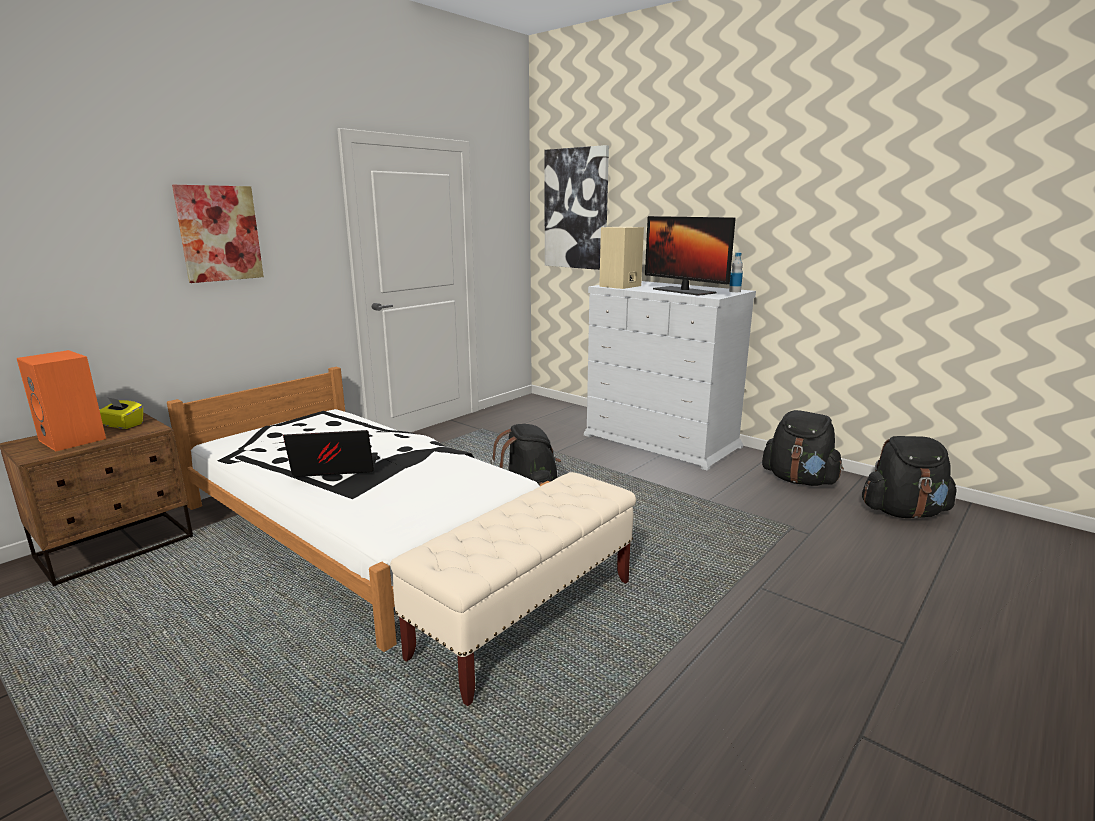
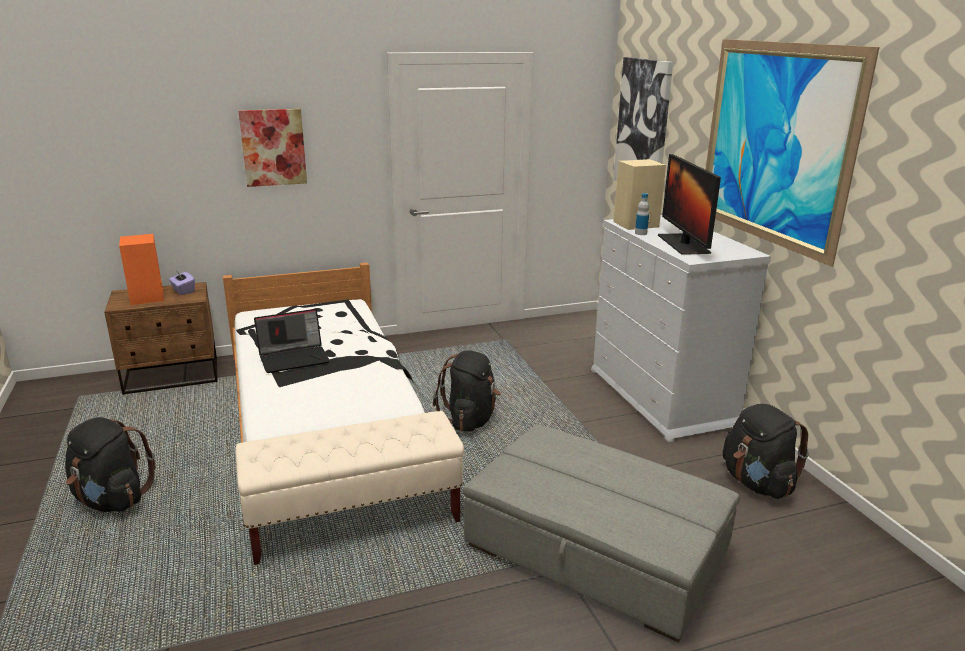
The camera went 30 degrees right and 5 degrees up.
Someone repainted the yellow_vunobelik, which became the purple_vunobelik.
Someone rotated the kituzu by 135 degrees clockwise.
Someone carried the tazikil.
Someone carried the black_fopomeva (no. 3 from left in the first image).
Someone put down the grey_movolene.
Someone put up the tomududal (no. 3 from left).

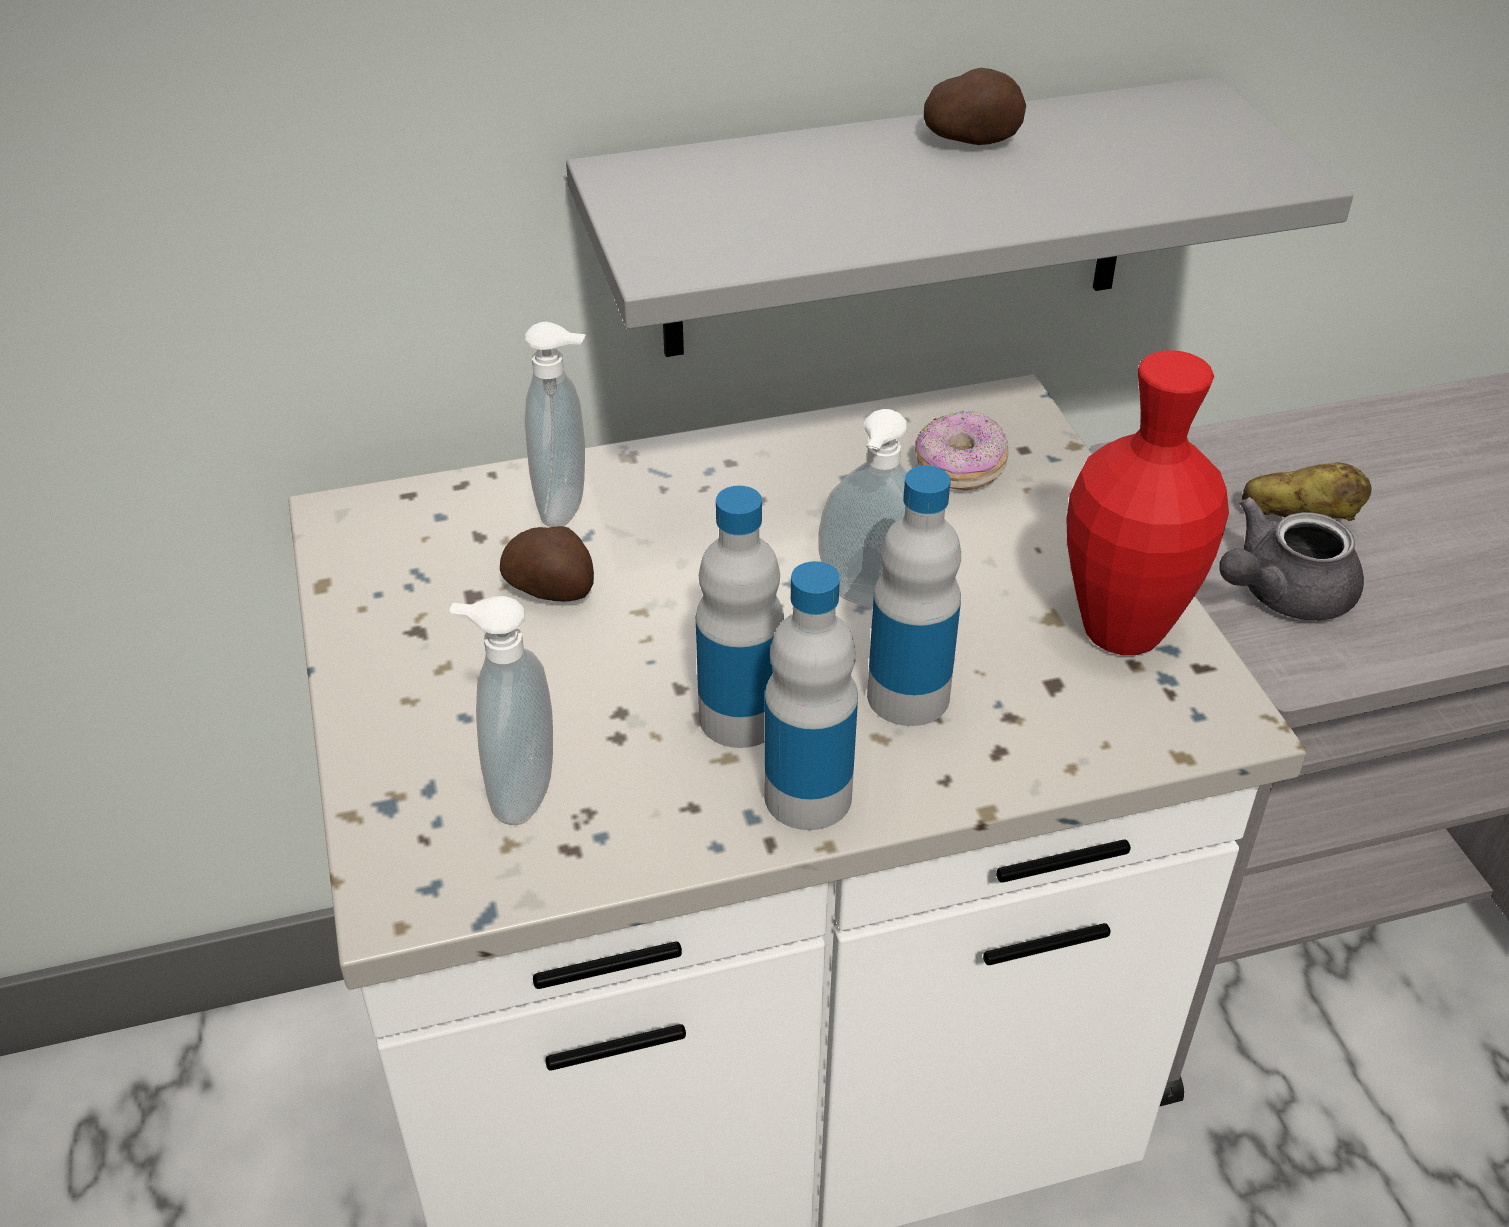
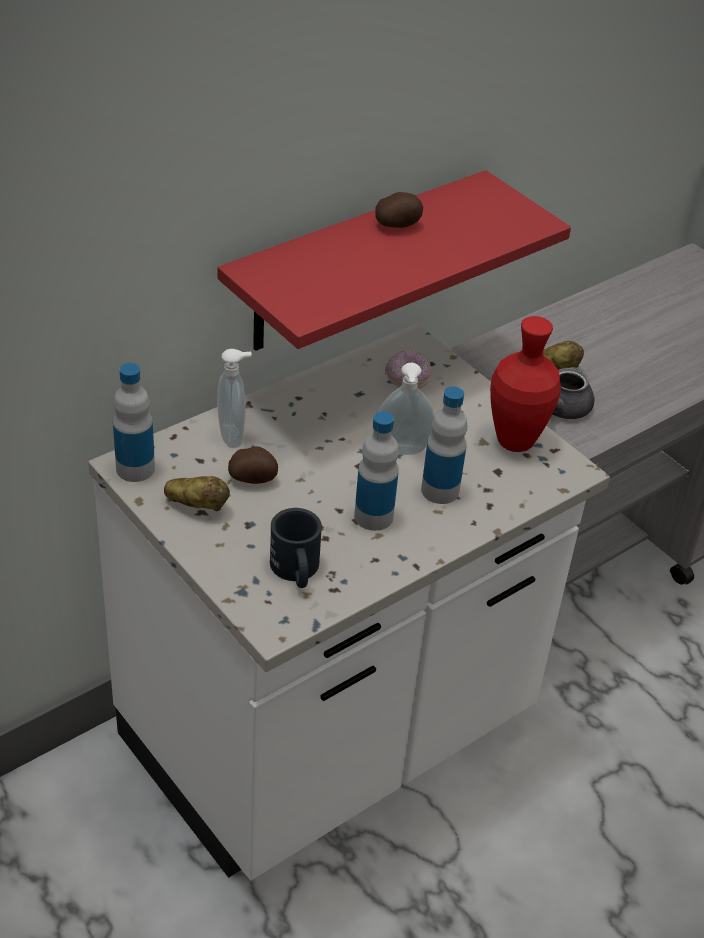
The camera went 25 degrees left and 0 degrees up.
Someone swapped the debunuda (no. 1 from left) for the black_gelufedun.
Someone repainted the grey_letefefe, which became the red_letefefe.
Someone carried the tazikil (no. 2 from left in the first image).
Someone put down the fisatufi (no. 1 from left).

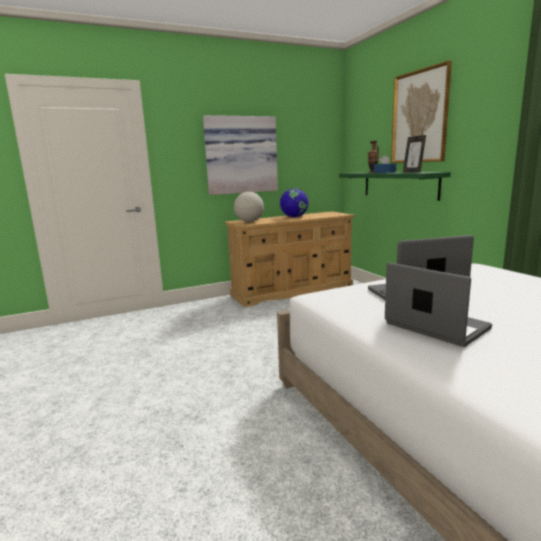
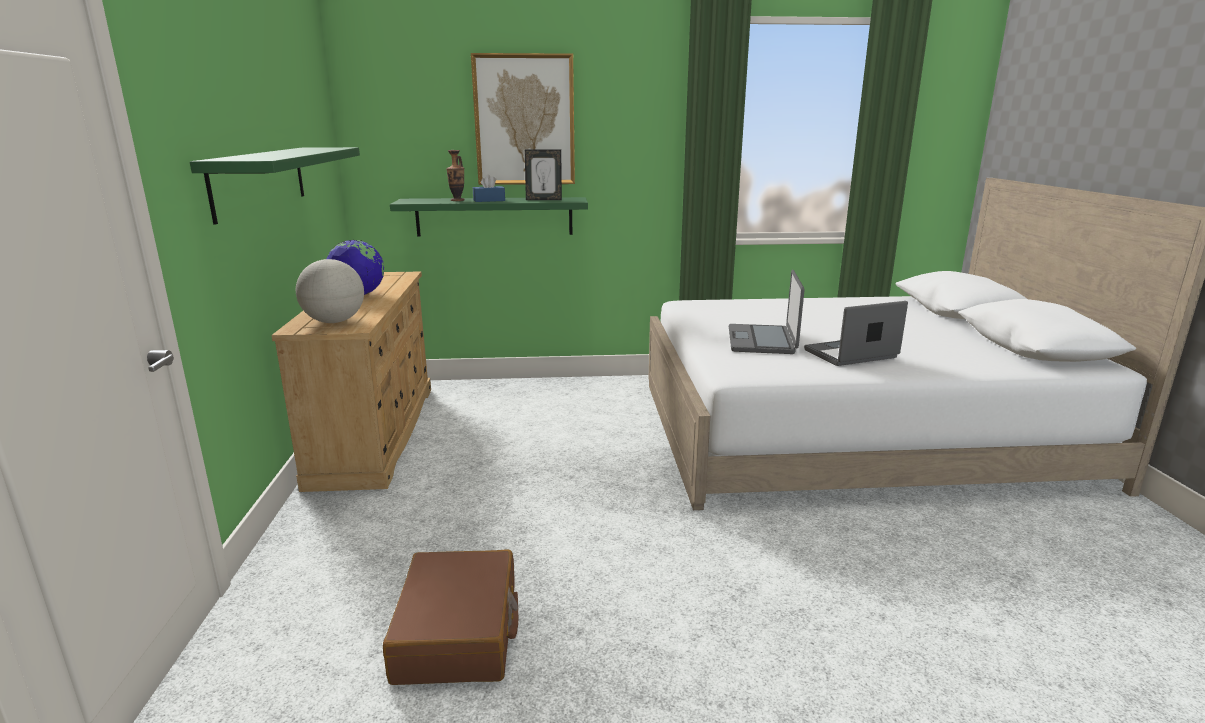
The camera went 70 degrees left and 5 degrees up.
Someone swapped the tomududal (no. 1 from left) for the green_letefefe (no. 1 from left).
Someone put down the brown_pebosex.

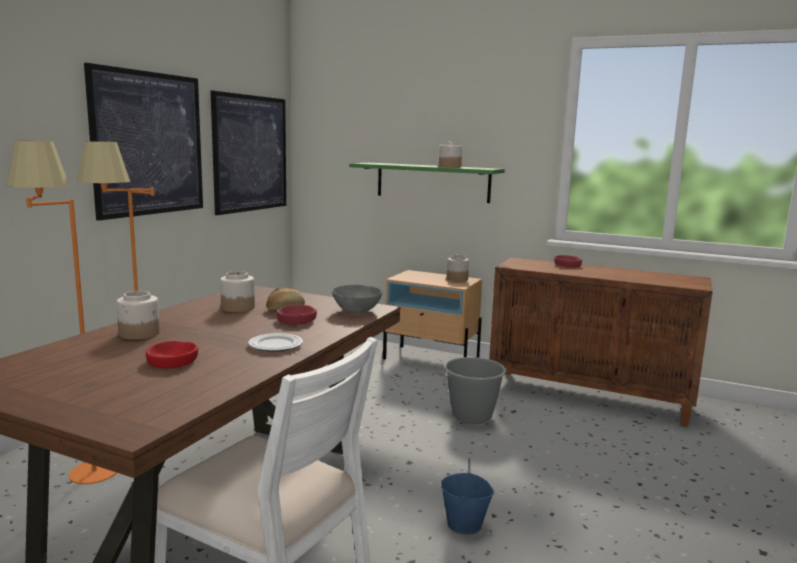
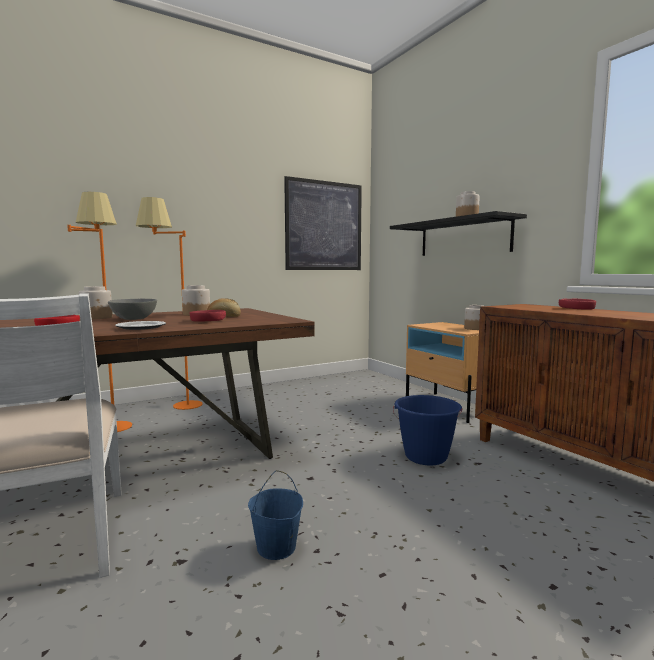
The camera went 35 degrees right and 5 degrees down.
Someone took away the tomududal (no. 1 from left).
Someone carried the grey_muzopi.
Someone repainted the green_letefefe, which became the black_letefefe.
Someone repainted the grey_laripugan, which became the blue_laripugan (no. 2 from left).

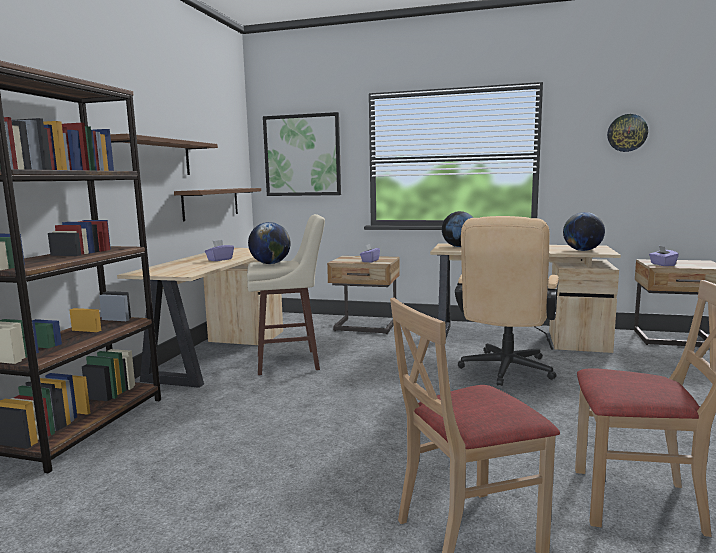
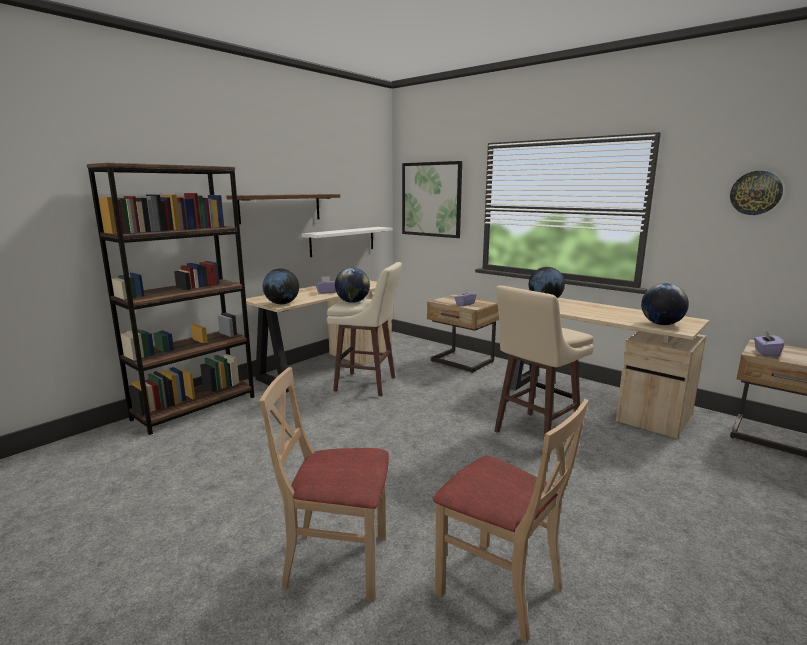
The camera went 25 degrees right and 5 degrees up.
Someone repainted the brown_letefefe (no. 2 from left), which became the white_letefefe.
Someone swapped the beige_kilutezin for the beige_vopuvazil (no. 2 from left).
Someone put down the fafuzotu (no. 1 from left).

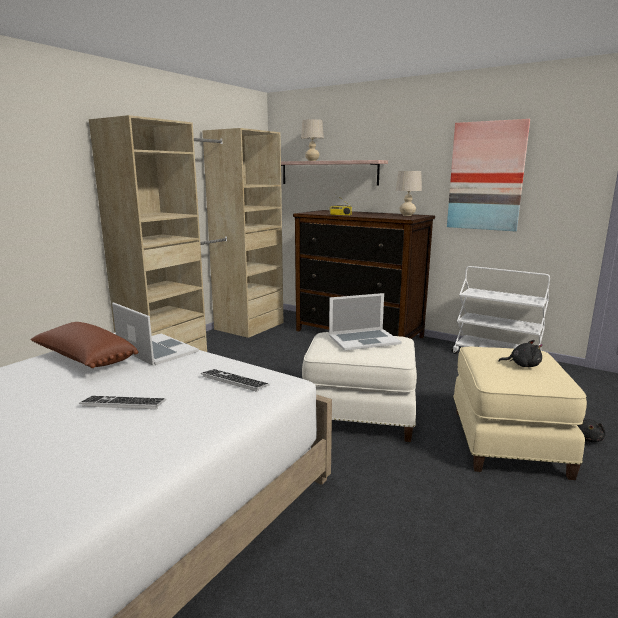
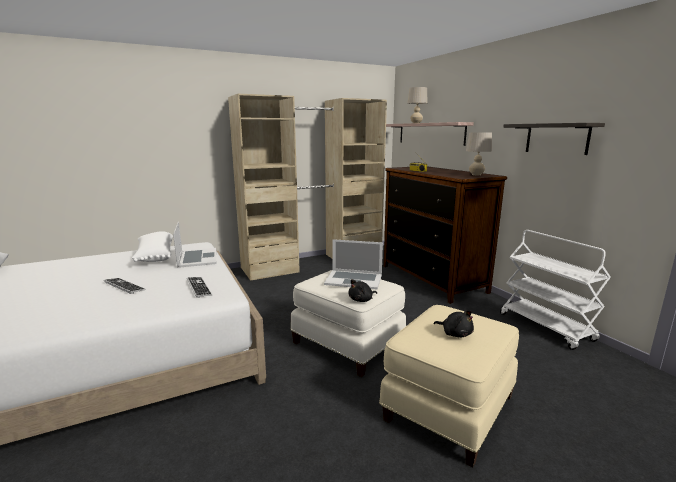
The camera went 30 degrees right and 0 degrees up.
Someone repainted the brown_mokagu, which became the white_mokagu.
Someone swapped the tomududal for the letefefe (no. 2 from left).
Someone carried the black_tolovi (no. 2 from left in the first image).

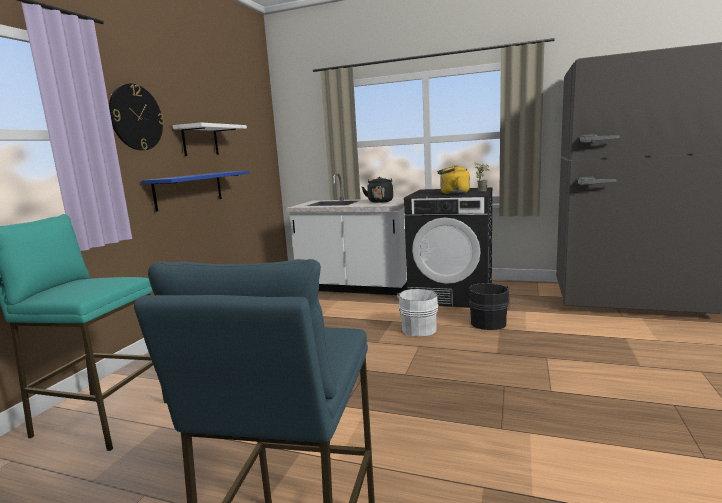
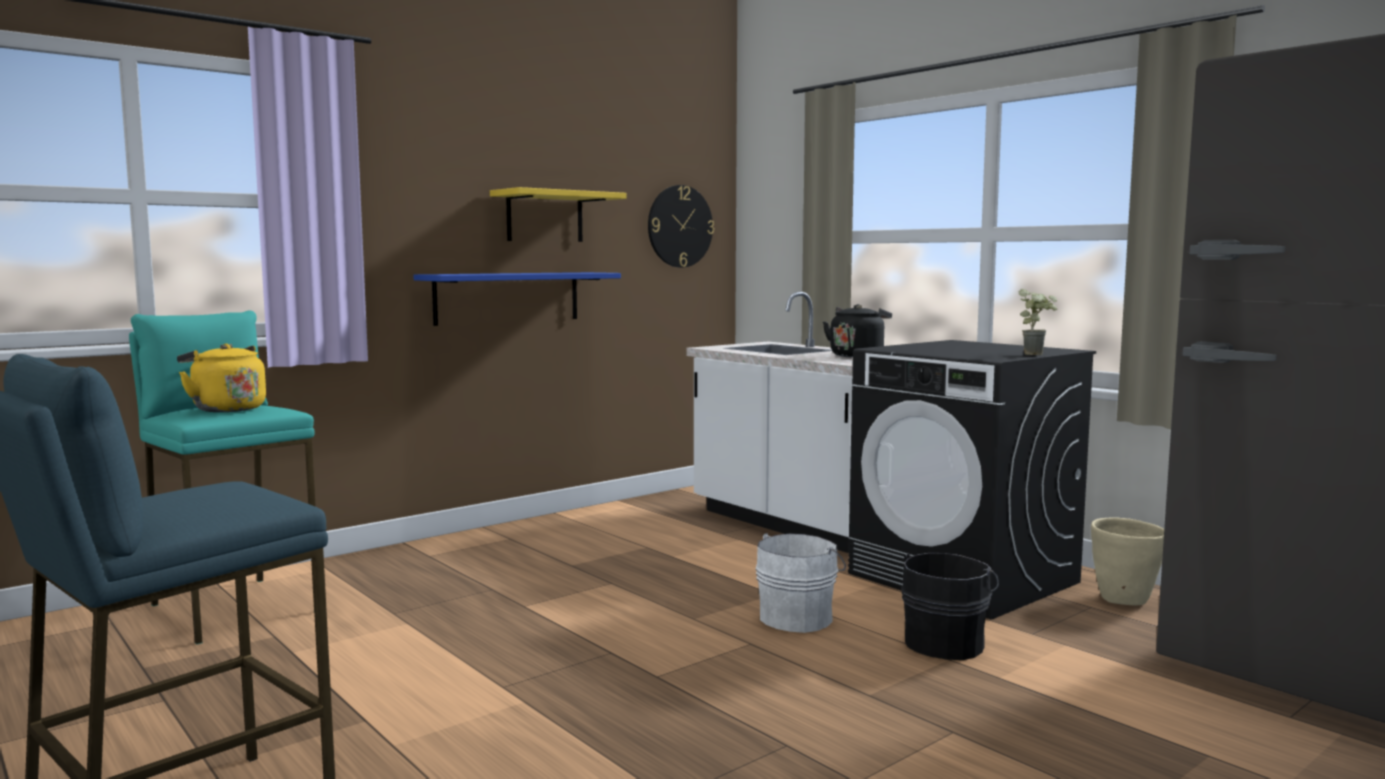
The camera went 30 degrees right and 5 degrees down.
Someone carried the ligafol.
Someone repainted the white_letefefe, which became the yellow_letefefe.
Someone carried the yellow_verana.
Someone put down the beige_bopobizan.

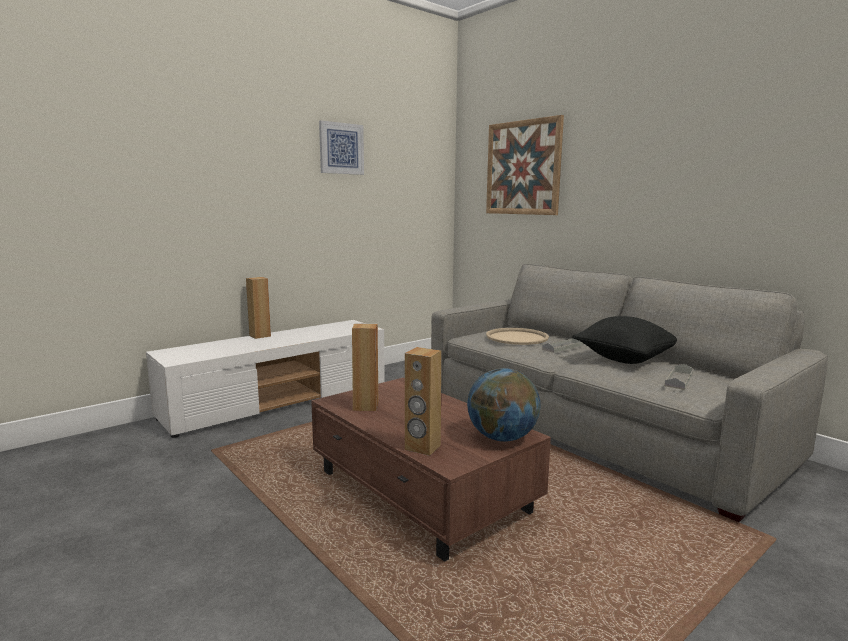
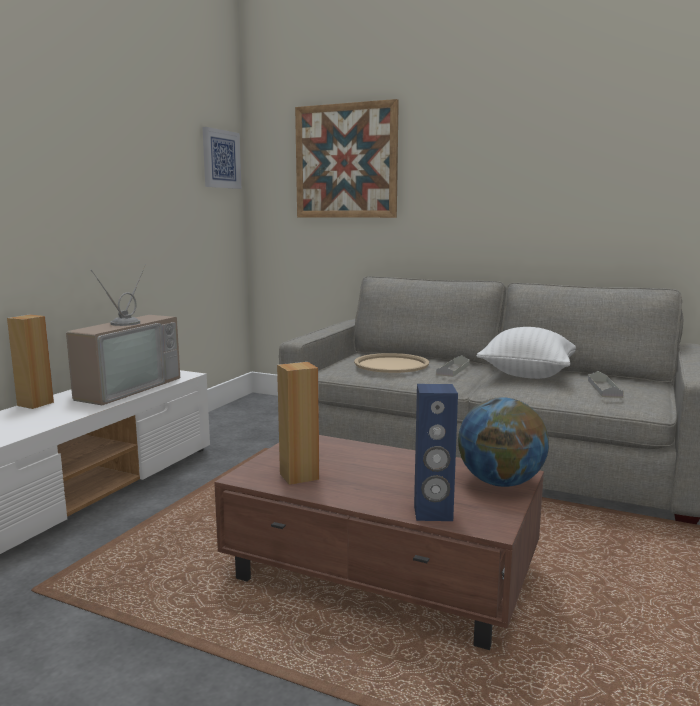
The camera went 25 degrees left and 0 degrees up.
Someone carried the tomududal (no. 1 from left).
Someone repainted the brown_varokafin (no. 3 from left), which became the blue_varokafin.
Someone repainted the black_mokagu, which became the white_mokagu.
Someone put down the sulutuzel.

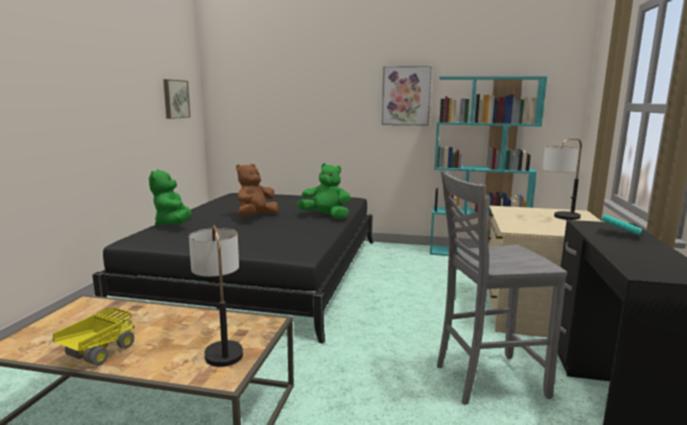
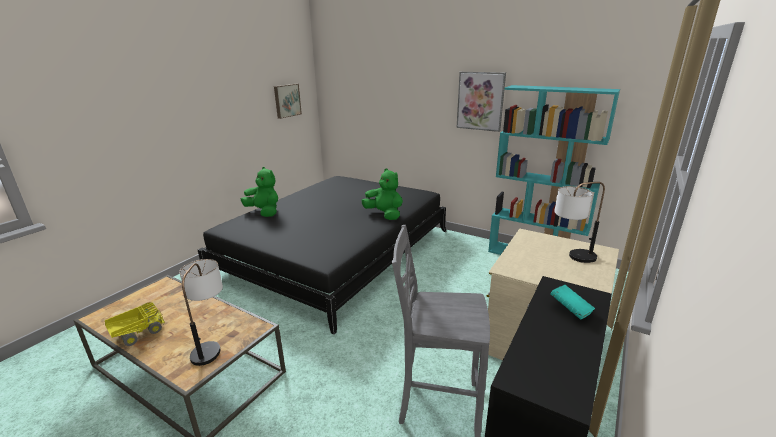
The camera went 20 degrees right and 10 degrees up.
Someone rotated the green_tolovi (no. 1 from left) by 120 degrees clockwise.
Someone took away the brown_tolovi.

